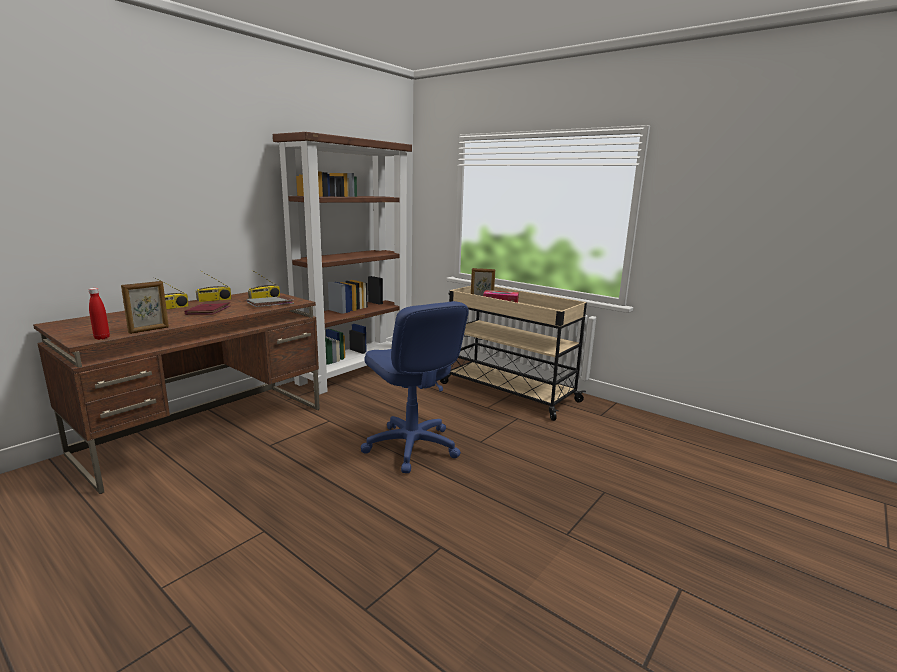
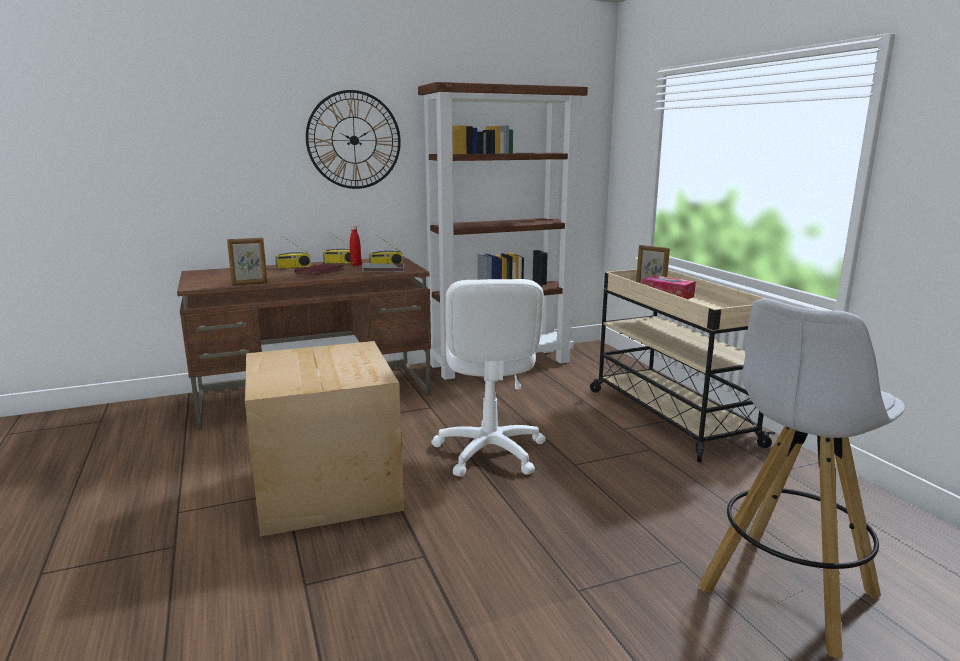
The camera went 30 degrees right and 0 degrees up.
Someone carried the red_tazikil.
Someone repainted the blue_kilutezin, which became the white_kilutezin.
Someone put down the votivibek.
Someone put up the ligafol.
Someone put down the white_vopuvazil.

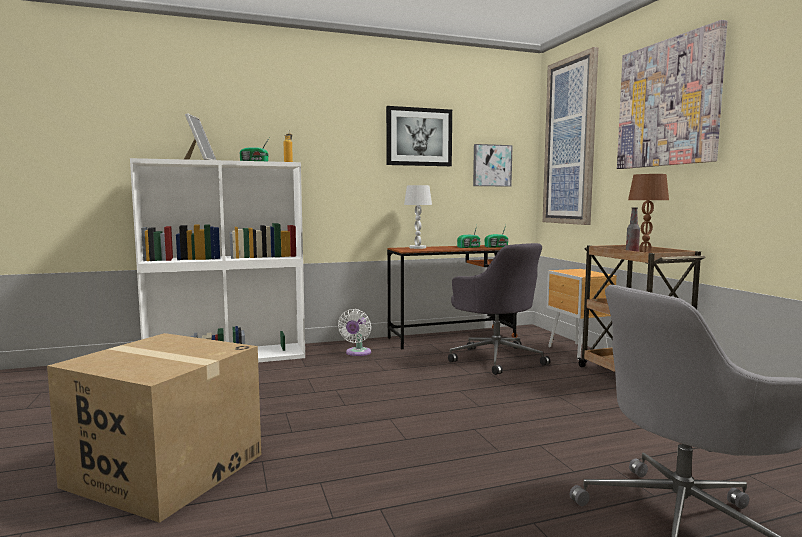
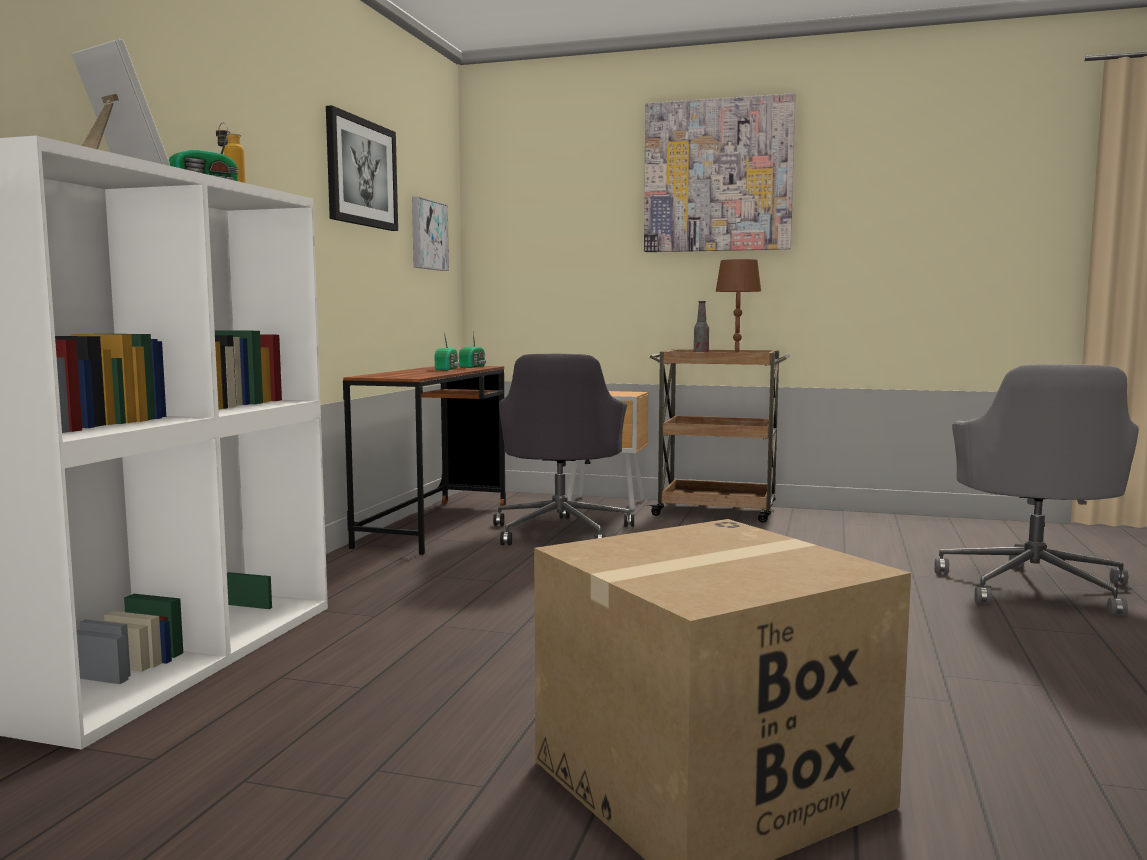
The camera went 55 degrees left and 0 degrees up.
Someone took away the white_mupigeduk.
Someone took away the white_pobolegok.
Someone rotated the grey_kilutezin (no. 1 from left) by 90 degrees clockwise.
Someone took away the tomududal (no. 3 from left).

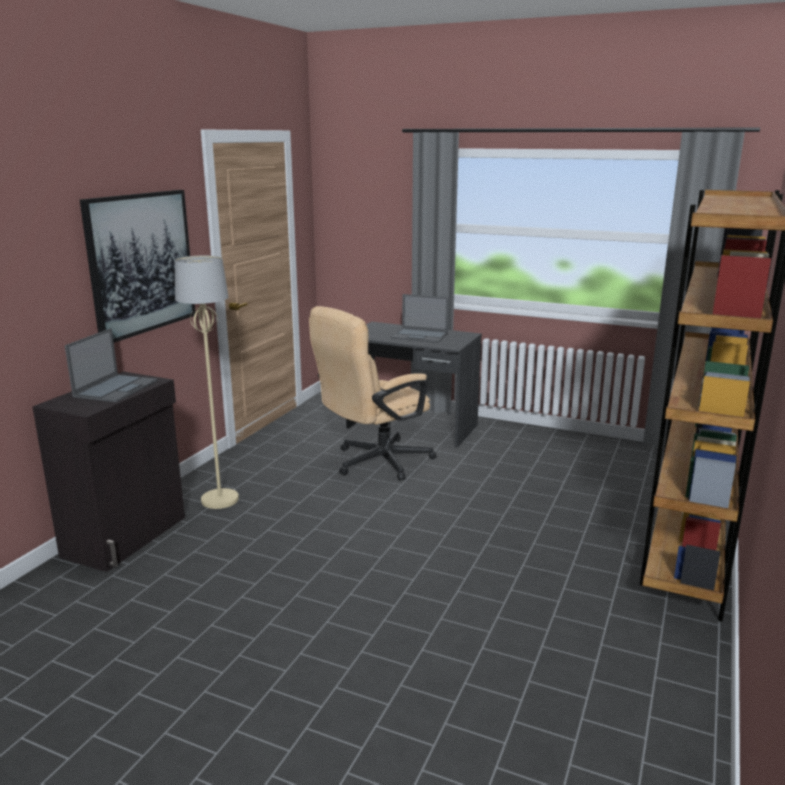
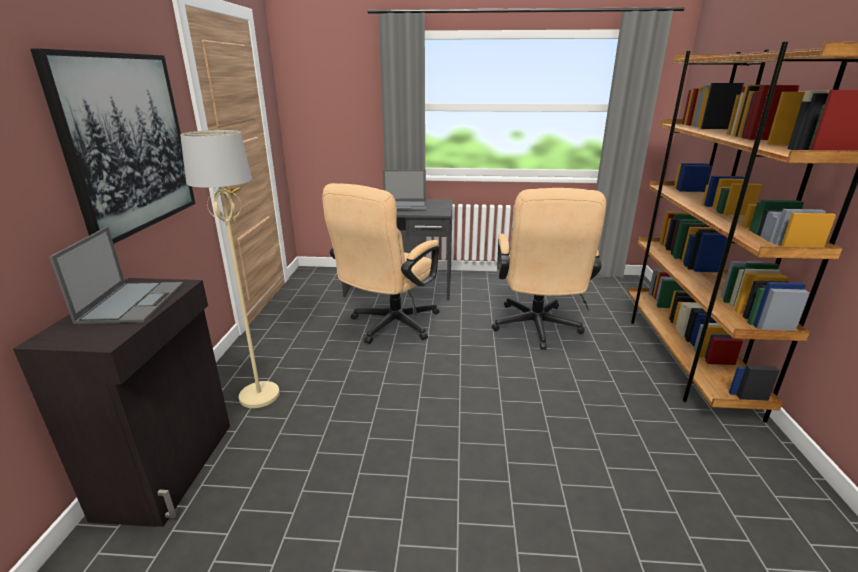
The camera went 20 degrees left and 5 degrees up.
Someone put down the beige_kilutezin (no. 2 from left).

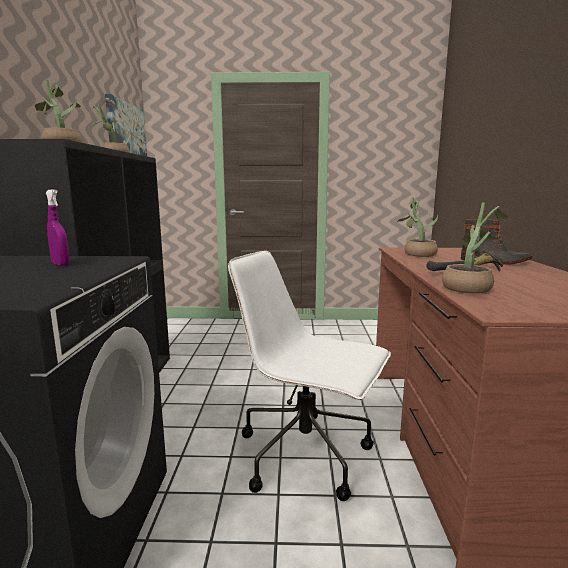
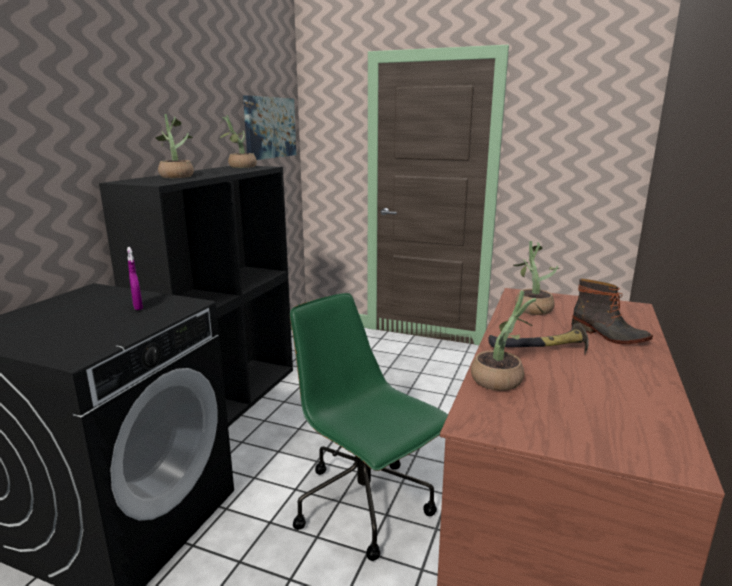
The camera went 20 degrees right and 5 degrees up.
Someone repainted the white_kilutezin, which became the green_kilutezin.

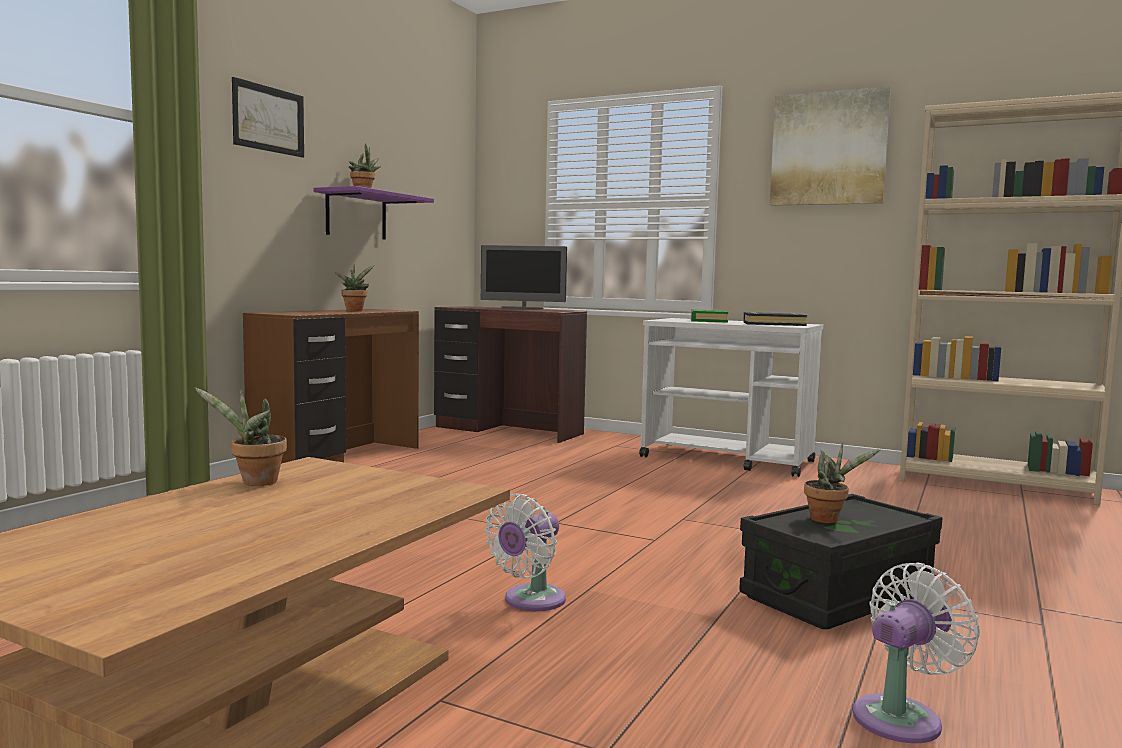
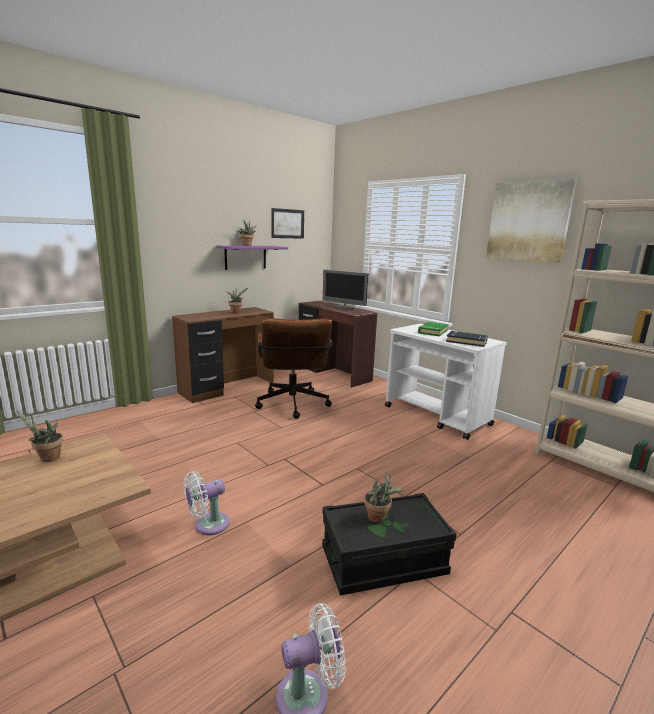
The camera went 20 degrees right and 10 degrees up.
Someone carried the tomududal (no. 1 from left).
Someone put down the brown_kilutezin.

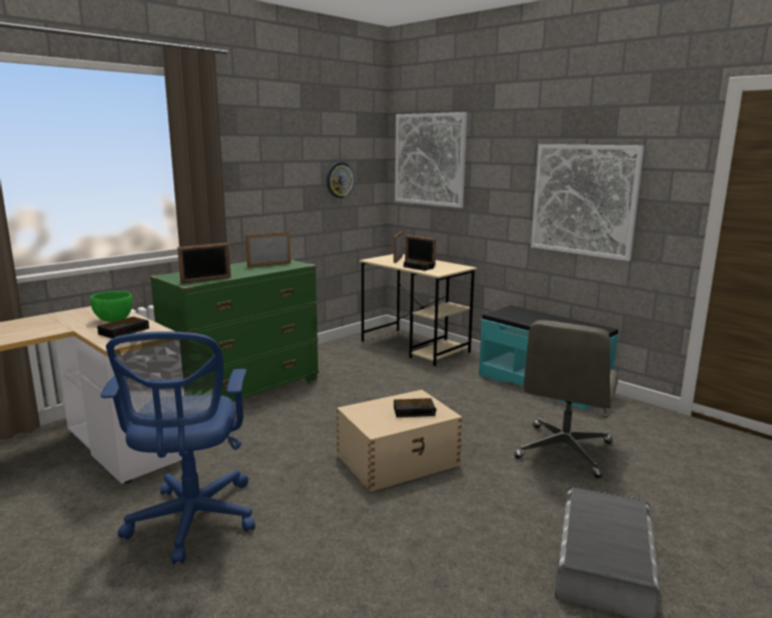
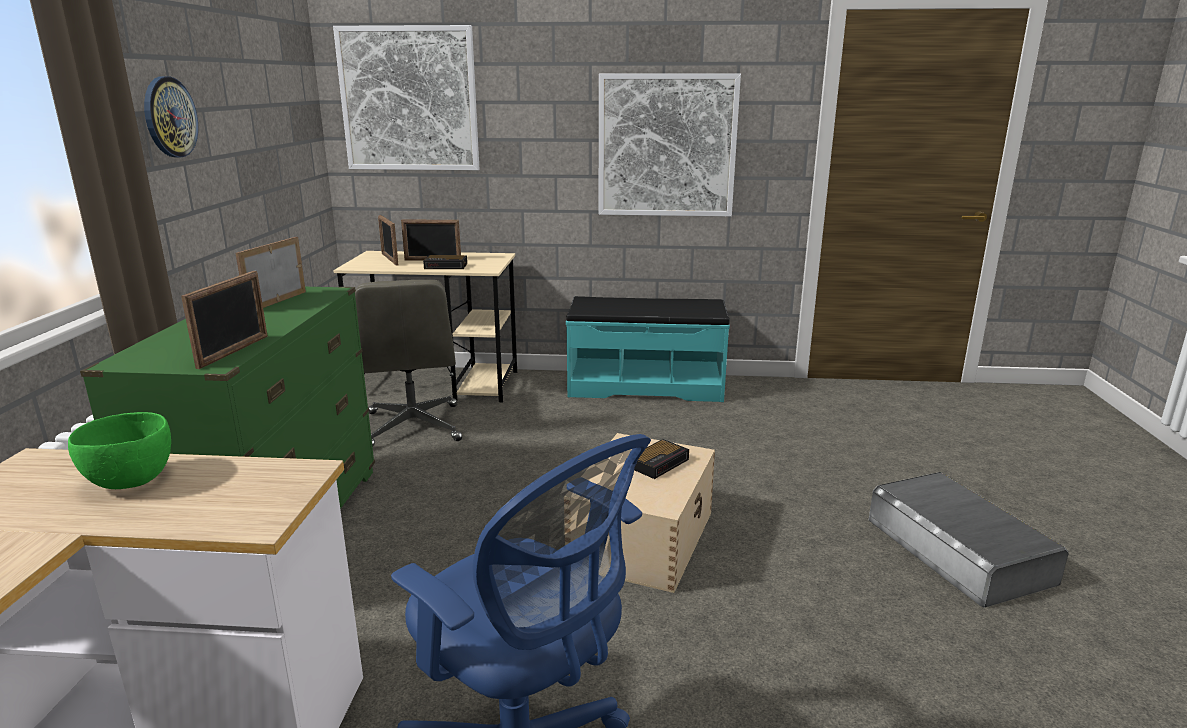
The camera went 40 degrees left and 5 degrees up.
Someone took away the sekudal (no. 1 from left).
Someone carried the ligafol.
Someone carried the grey_kilutezin.

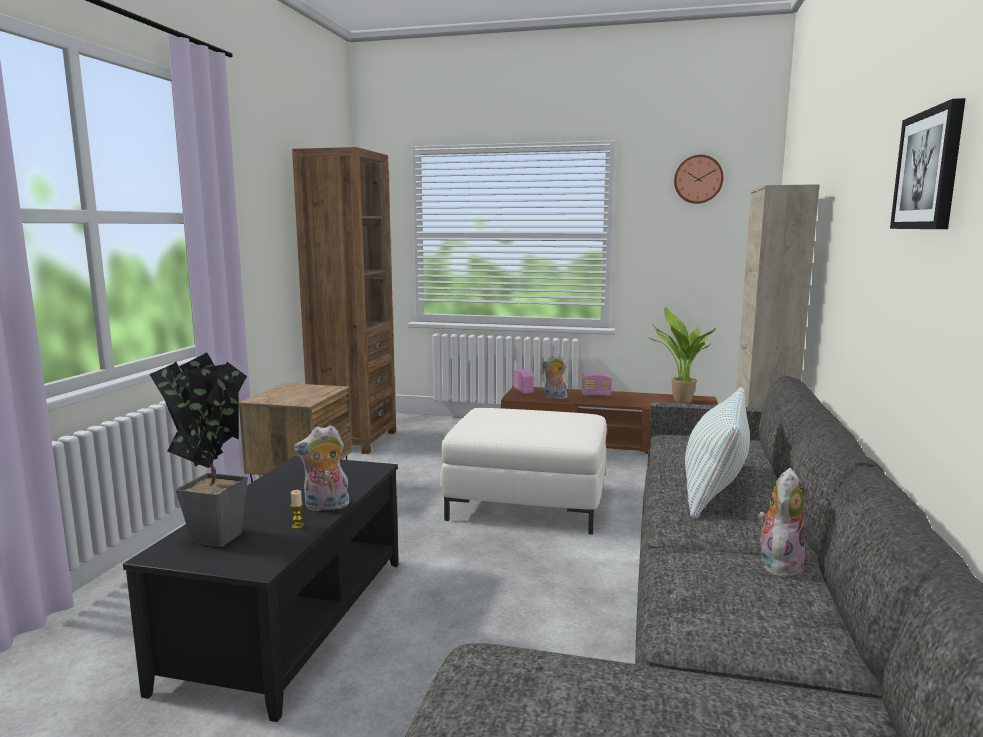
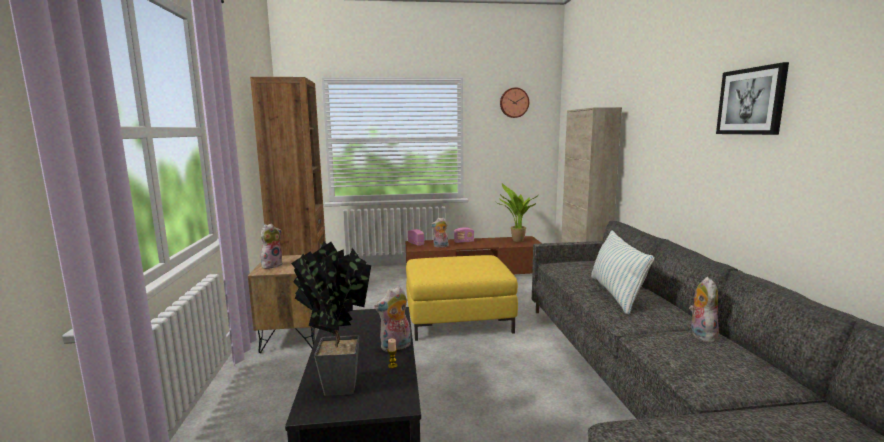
The camera went 20 degrees left and 0 degrees up.
Someone repainted the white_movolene, which became the yellow_movolene.
Someone put down the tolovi (no. 1 from left).

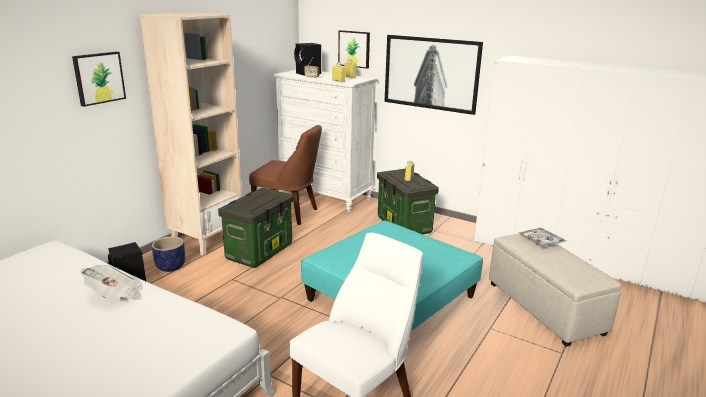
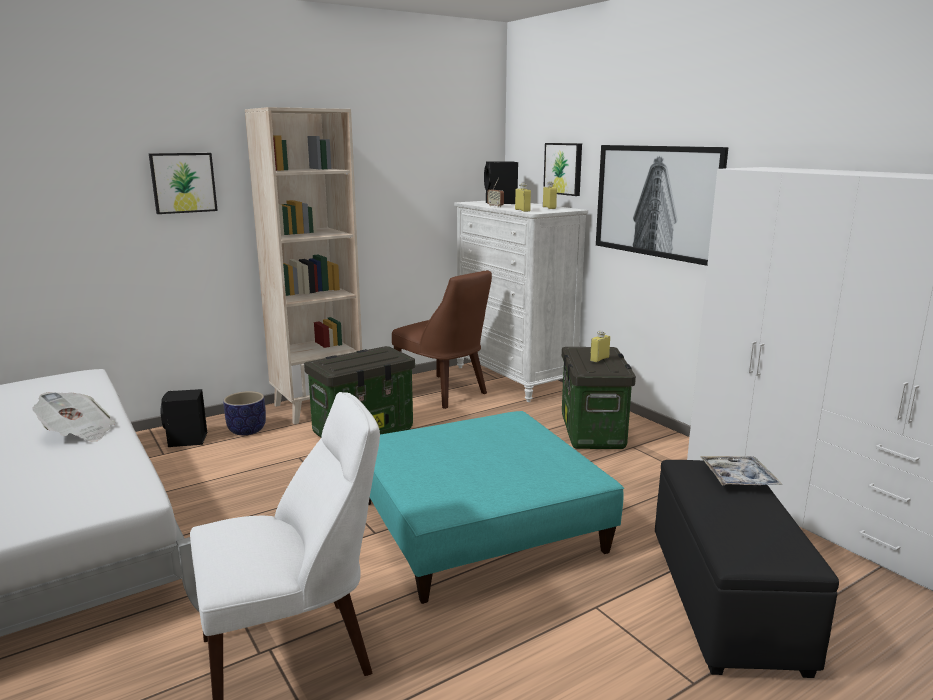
The camera went 25 degrees right and 5 degrees down.
Someone repainted the beige_movolene, which became the black_movolene.

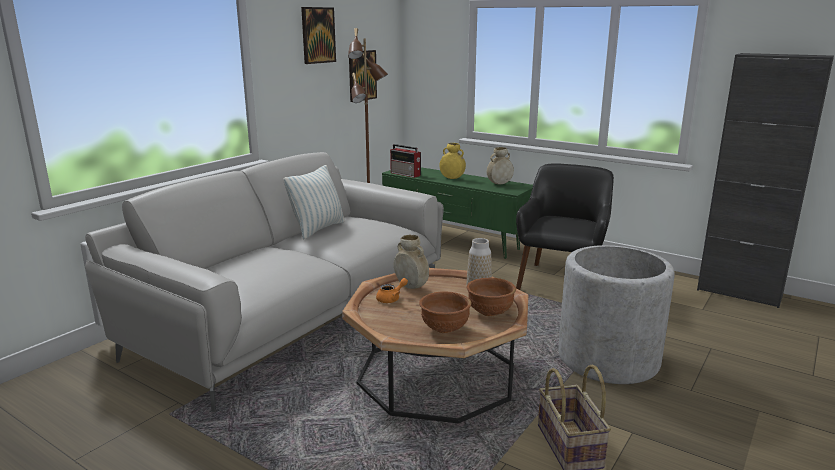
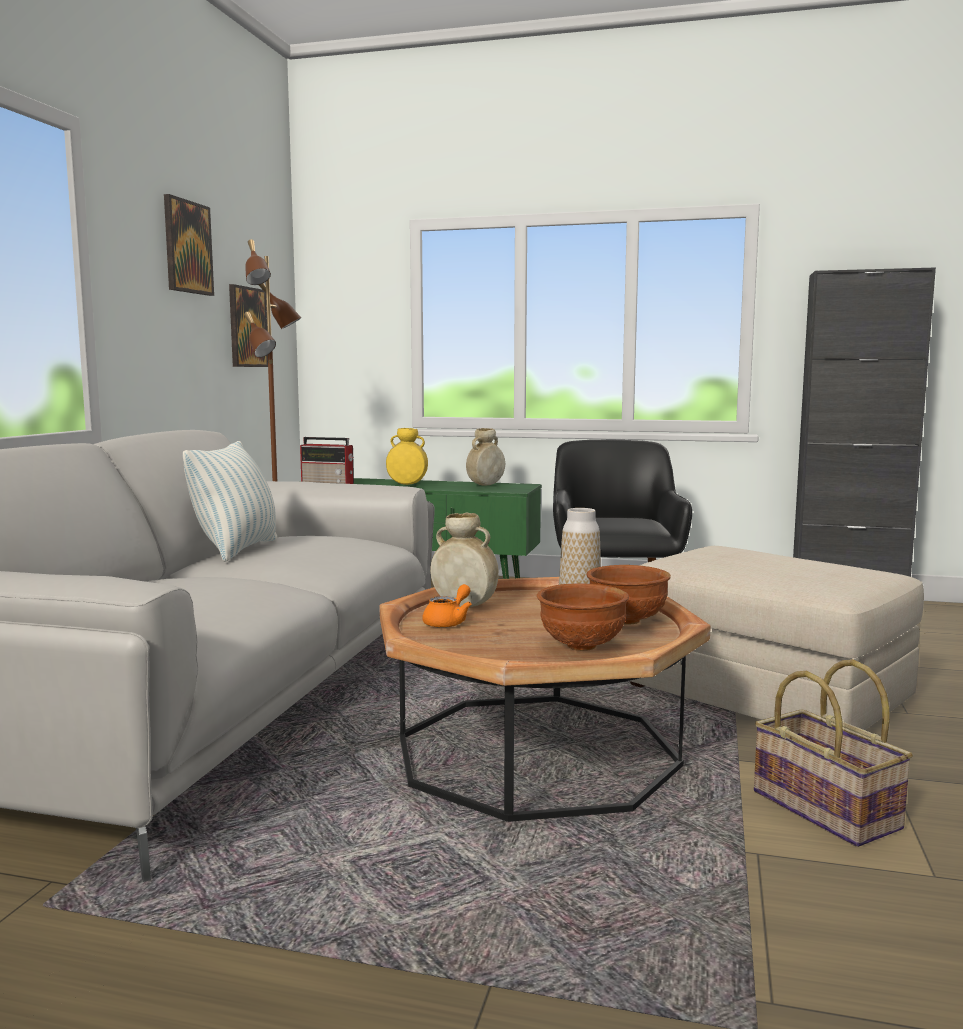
The camera went 20 degrees left and 10 degrees down.
Someone swapped the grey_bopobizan for the beige_movolene.

